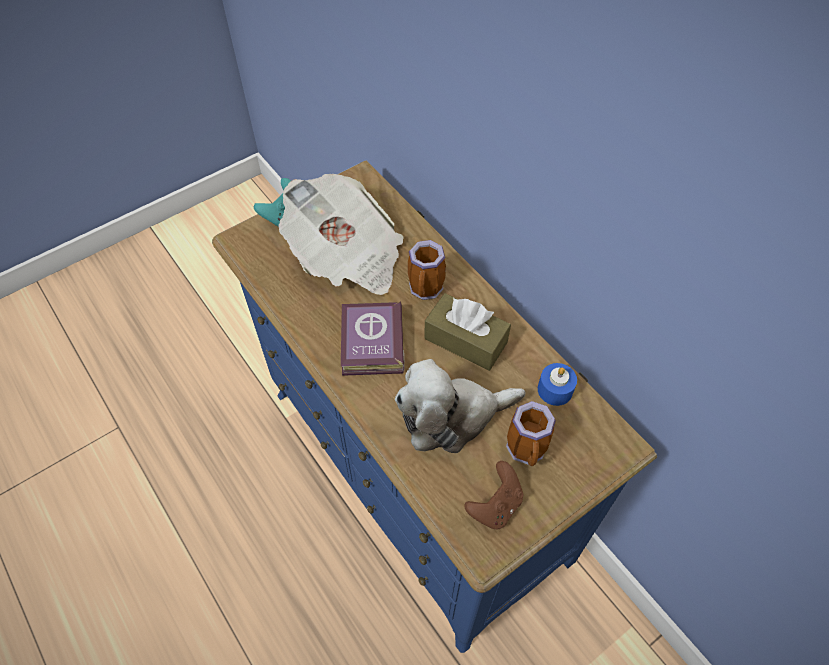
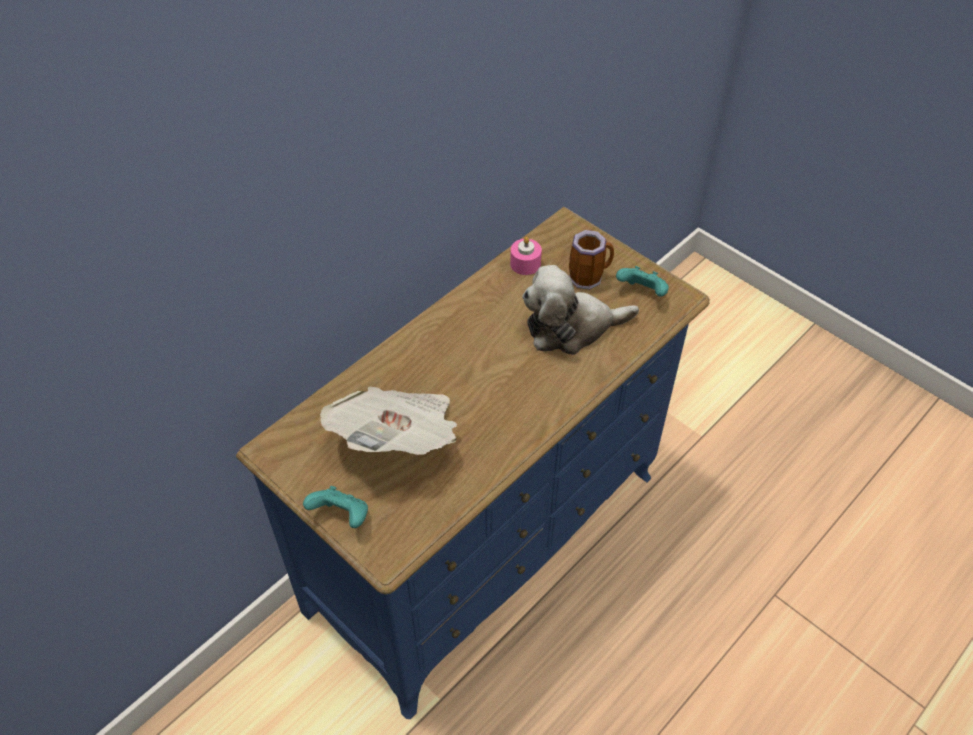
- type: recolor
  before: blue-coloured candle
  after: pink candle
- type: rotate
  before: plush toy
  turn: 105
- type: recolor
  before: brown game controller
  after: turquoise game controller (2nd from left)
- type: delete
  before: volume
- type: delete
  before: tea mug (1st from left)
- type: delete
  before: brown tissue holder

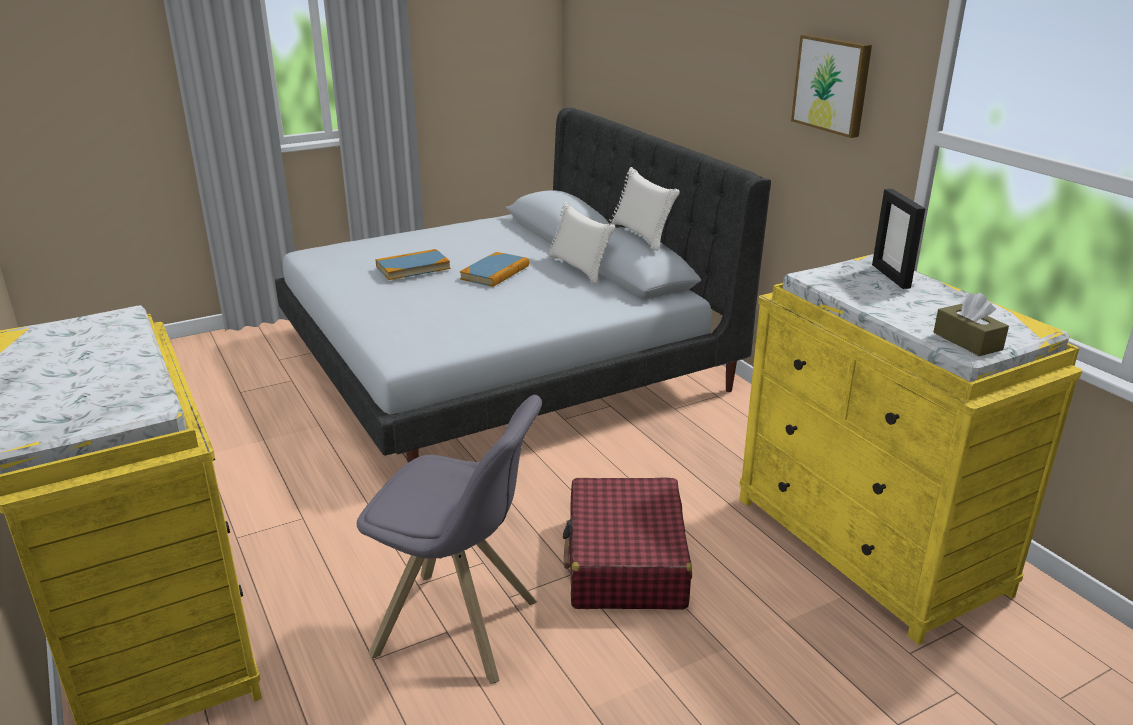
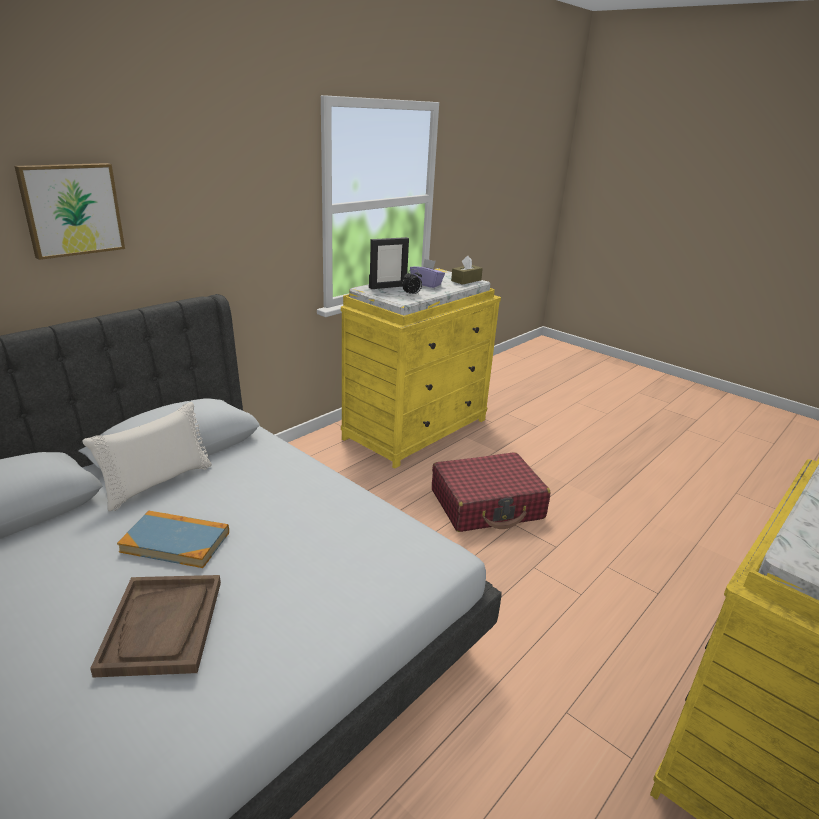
- type: move
  before: picture
- type: replace
  before: volume (1st from left)
  after: brown tray
- type: insert
  after: bedside clock
- type: insert
  after: purple tissue holder
- type: delete
  before: greyish plain chair
- type: delete
  before: white pillow (2nd from left)

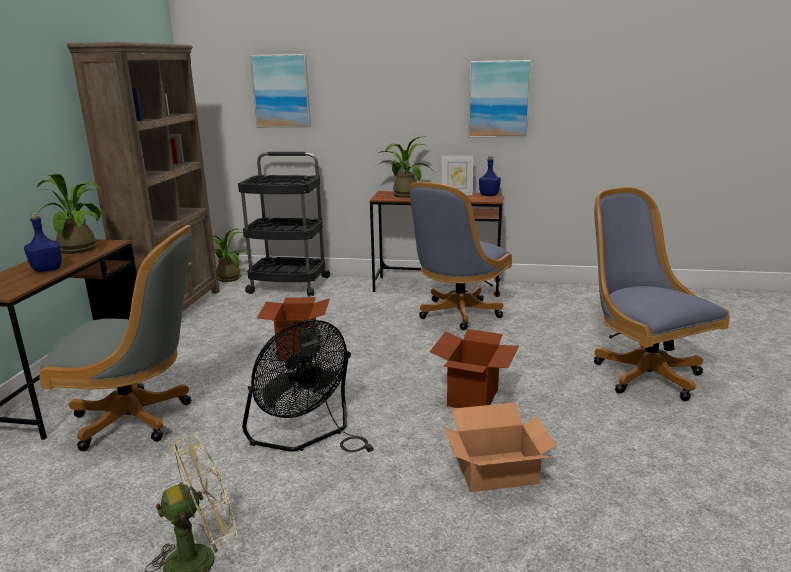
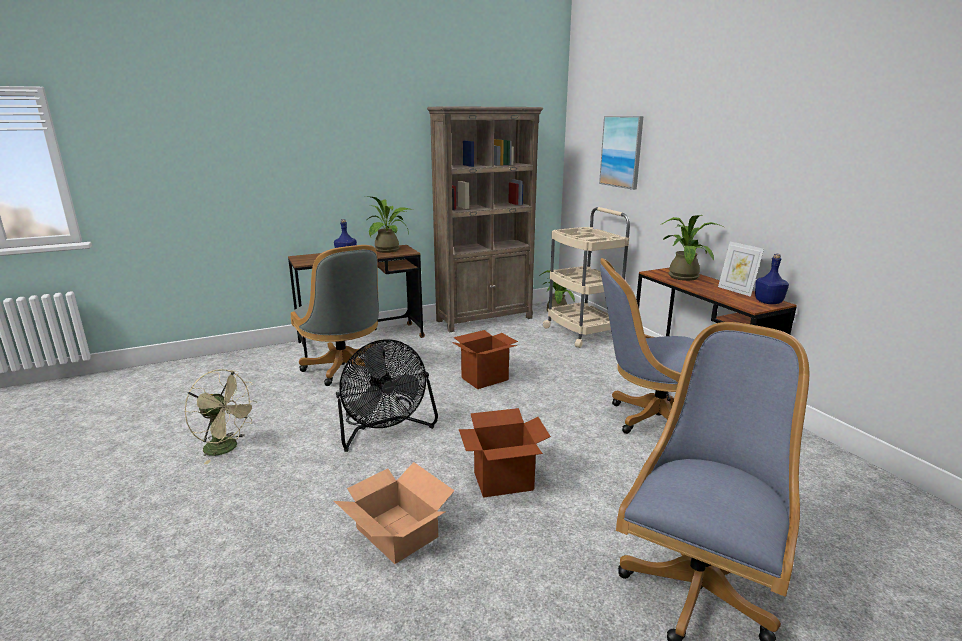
- type: rotate
  before: black electric fan
  turn: 135
- type: recolor
  before: black wheeled cart
  after: sand-coloured wheeled cart
- type: delete
  before: picture (2nd from left)

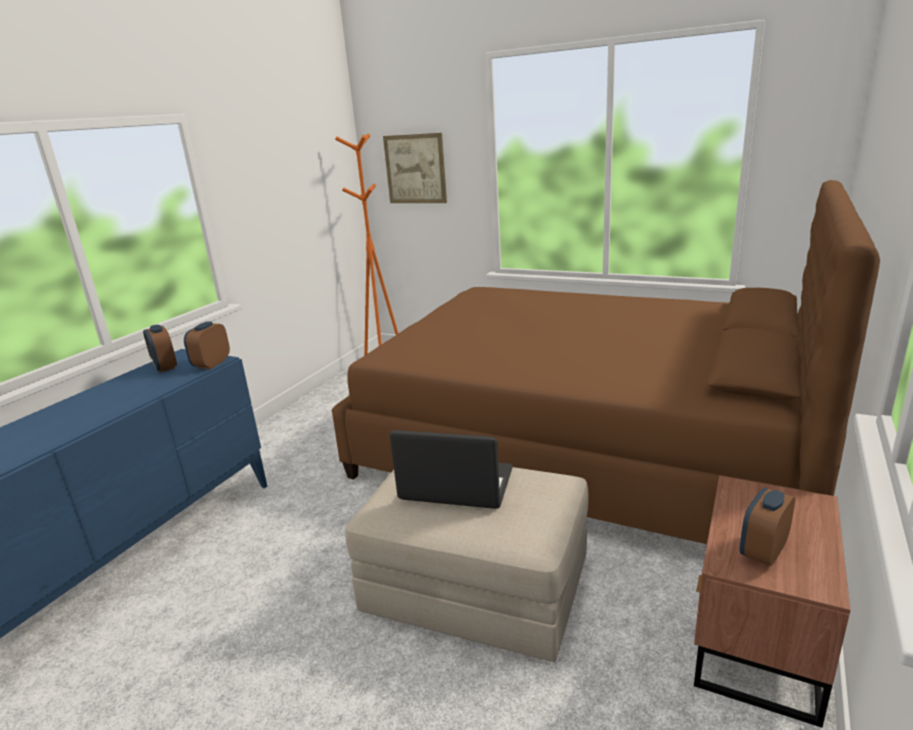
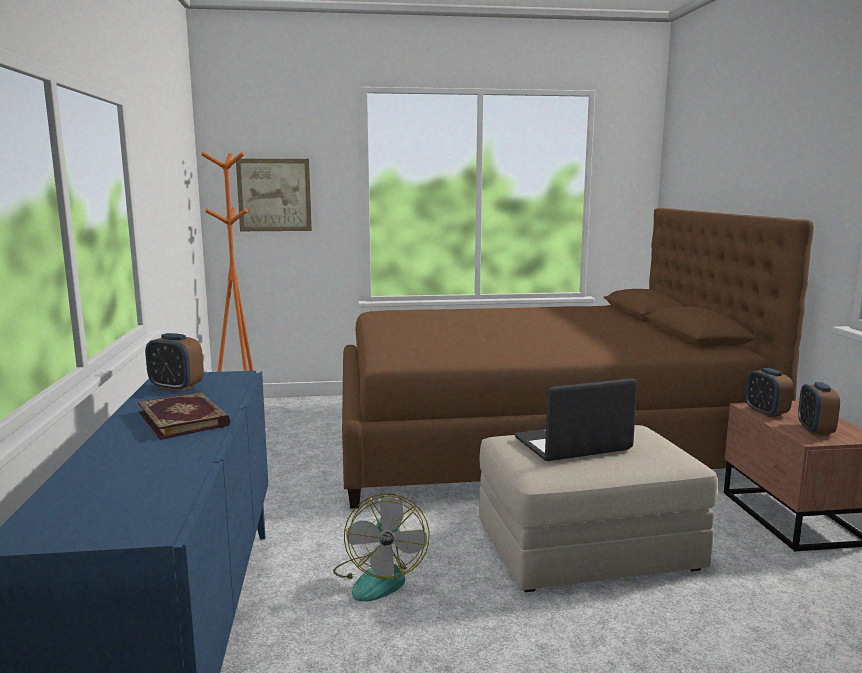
- type: insert
  after: volume
- type: insert
  after: electric fan
- type: move
  before: bedside clock (2nd from left)

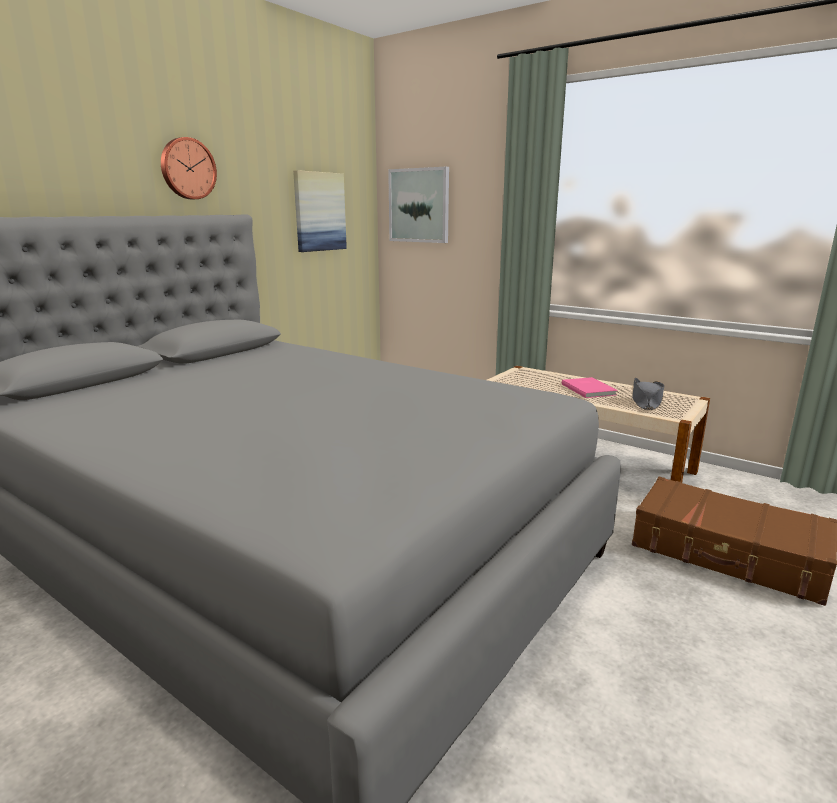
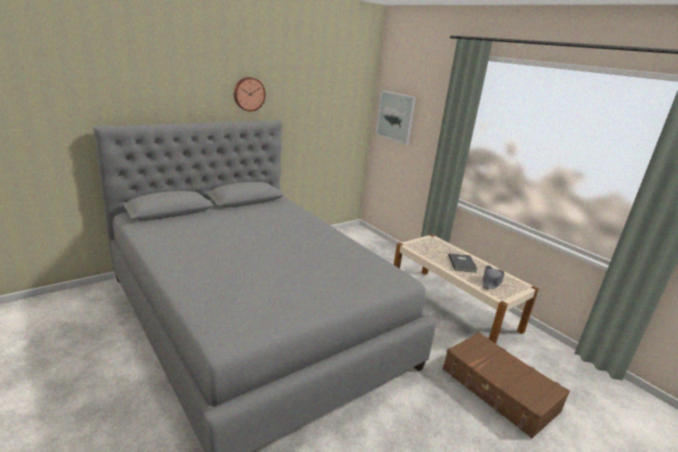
- type: recolor
  before: pink volume
  after: greyish volume
- type: delete
  before: picture (1st from left)

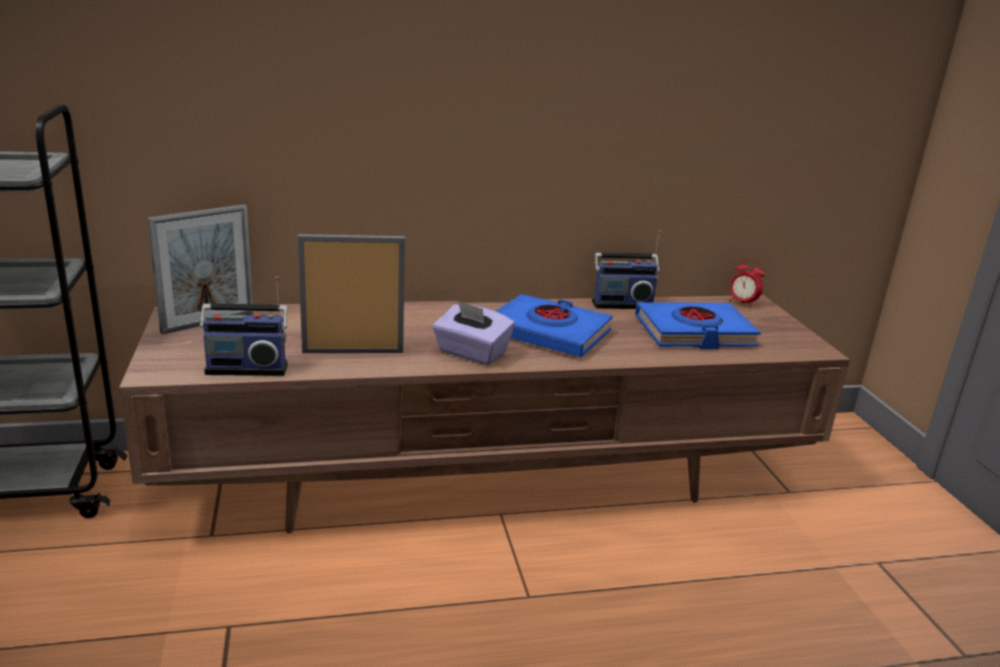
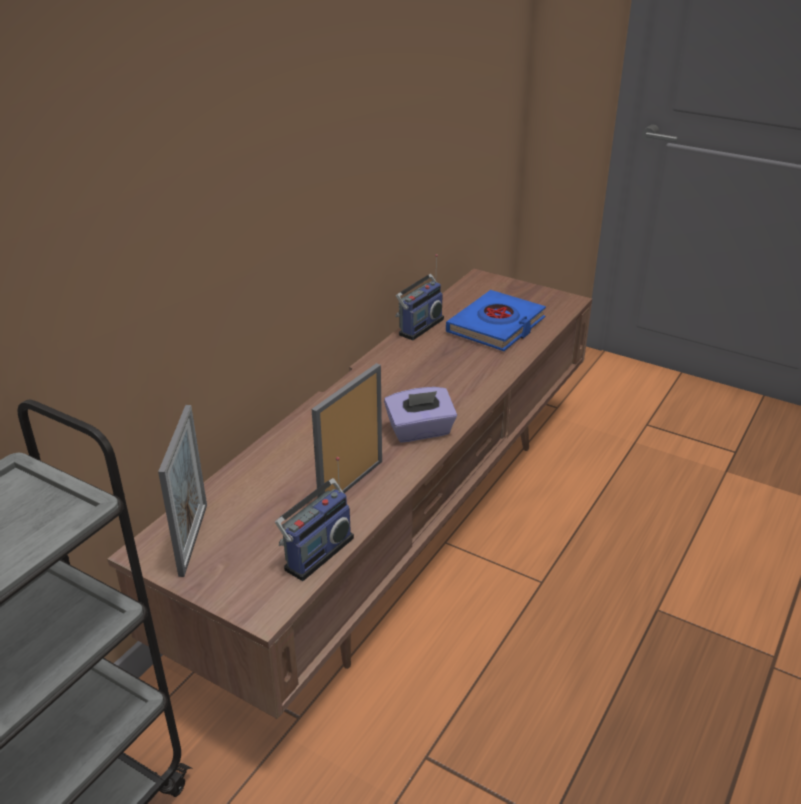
- type: delete
  before: blue-coloured volume (1st from left)
- type: delete
  before: bedside clock

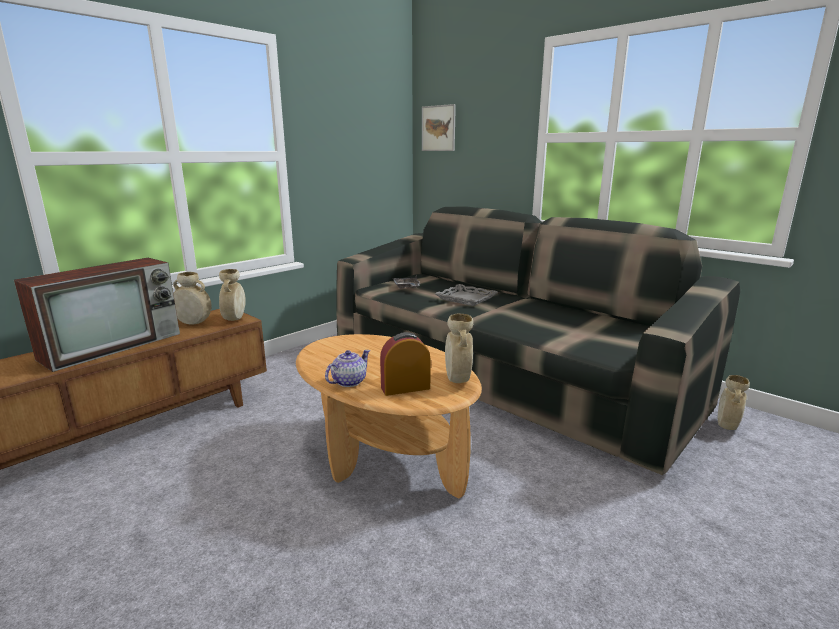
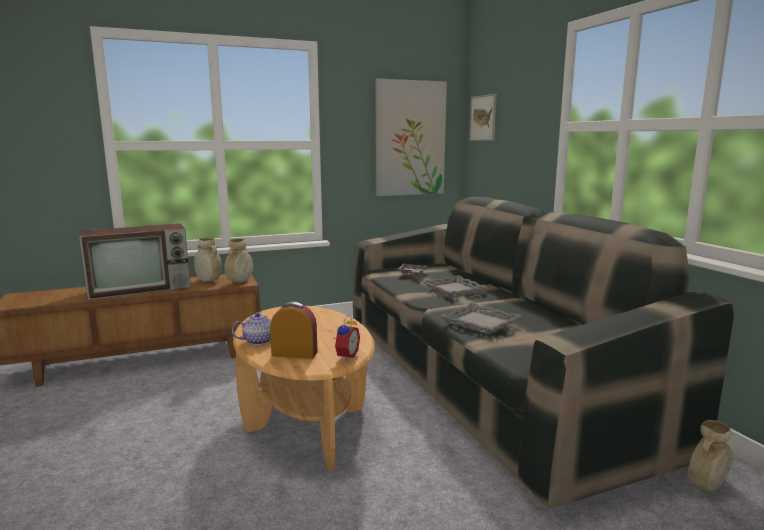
- type: replace
  before: sand-coloured vase (3rd from left)
  after: bedside clock (2nd from left)
- type: insert
  after: picture (1st from left)
- type: insert
  after: greyish tray (3rd from left)

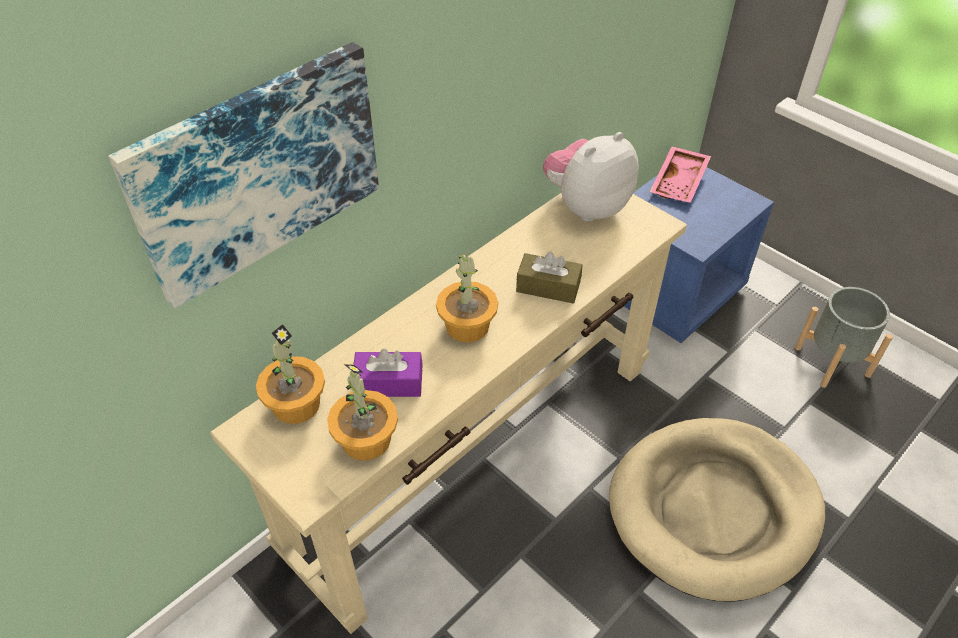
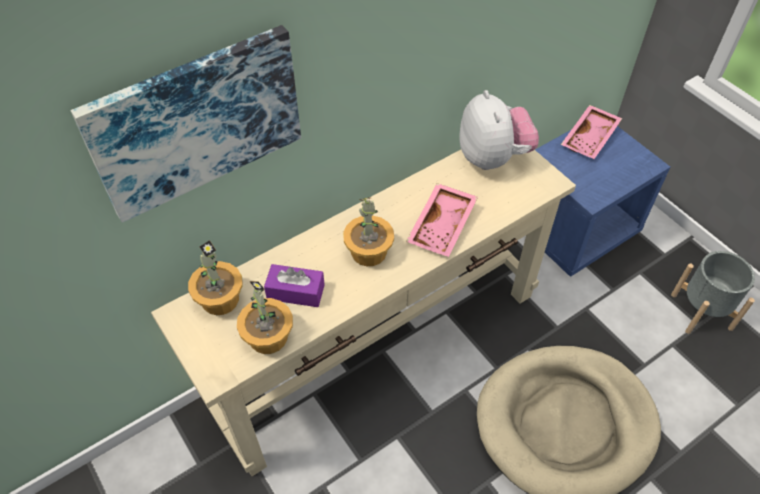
- type: replace
  before: brown tissue holder
  after: pink tray (1st from left)
- type: rotate
  before: plush toy
  turn: 105

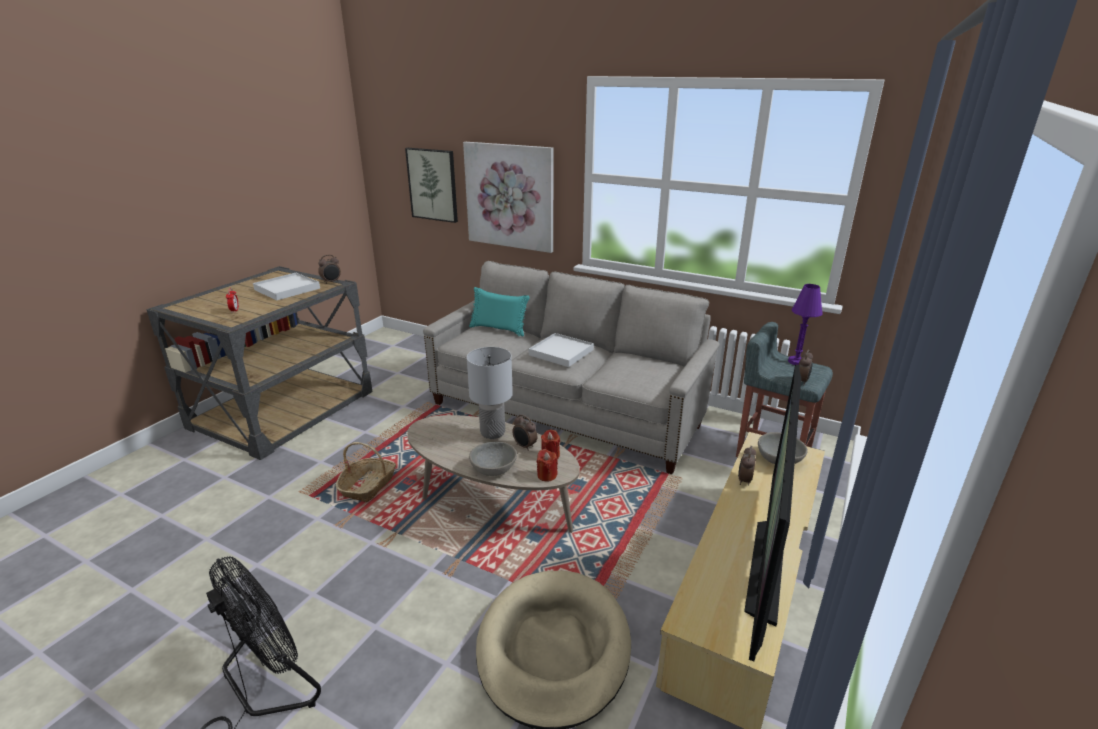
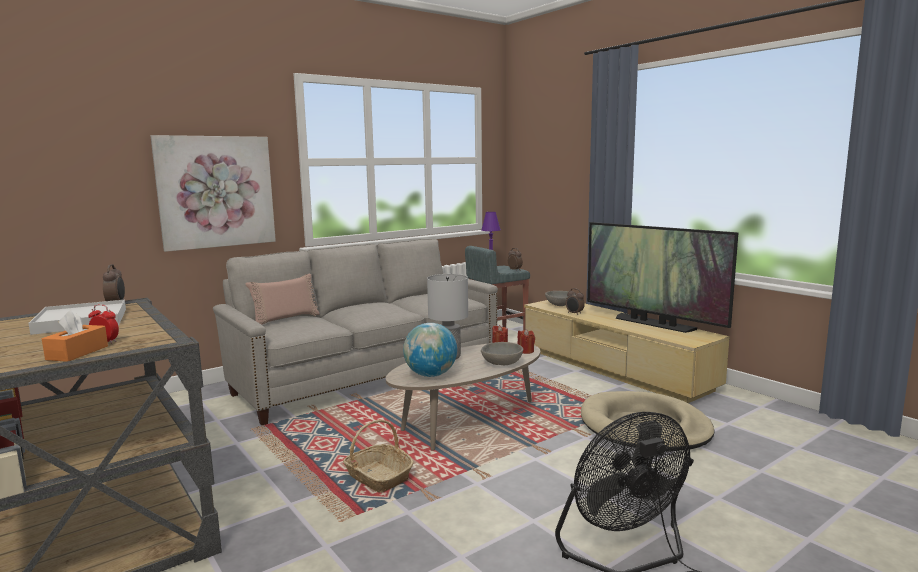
- type: insert
  after: orange-coloured tissue holder
- type: recolor
  before: turquoise pillow
  after: sand-coloured pillow
- type: insert
  after: world globe
- type: delete
  before: picture (1st from left)
- type: delete
  before: bedside clock (3rd from left)
- type: delete
  before: white tray (2nd from left)

